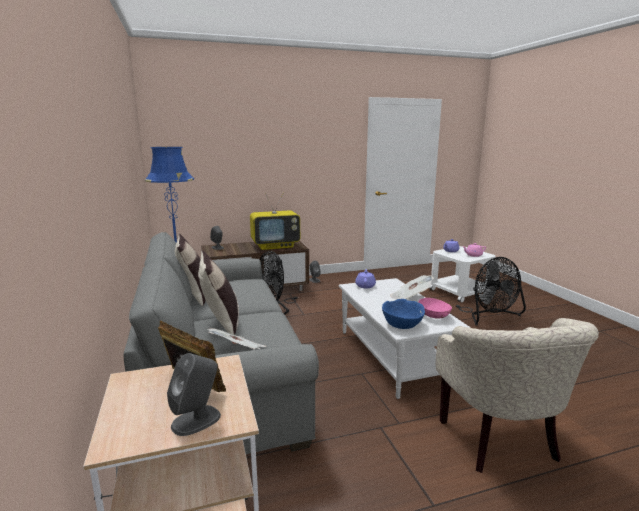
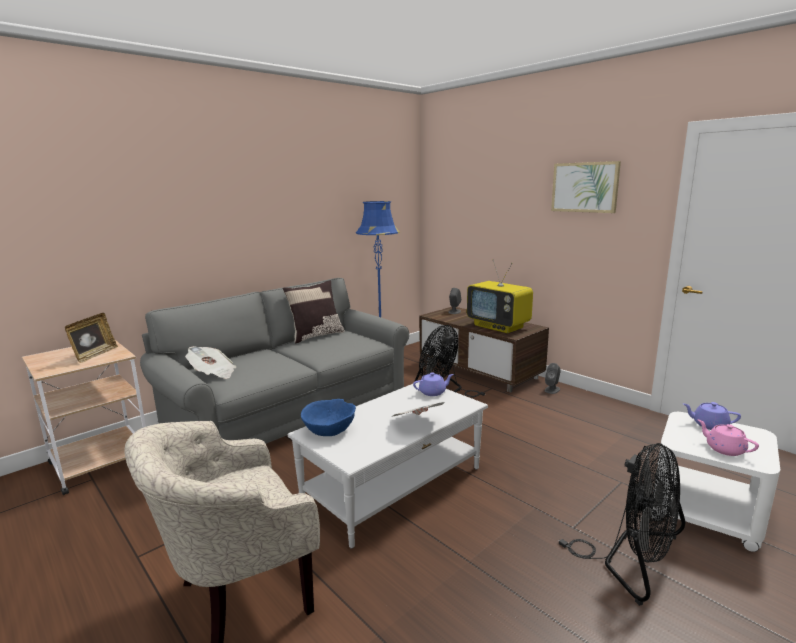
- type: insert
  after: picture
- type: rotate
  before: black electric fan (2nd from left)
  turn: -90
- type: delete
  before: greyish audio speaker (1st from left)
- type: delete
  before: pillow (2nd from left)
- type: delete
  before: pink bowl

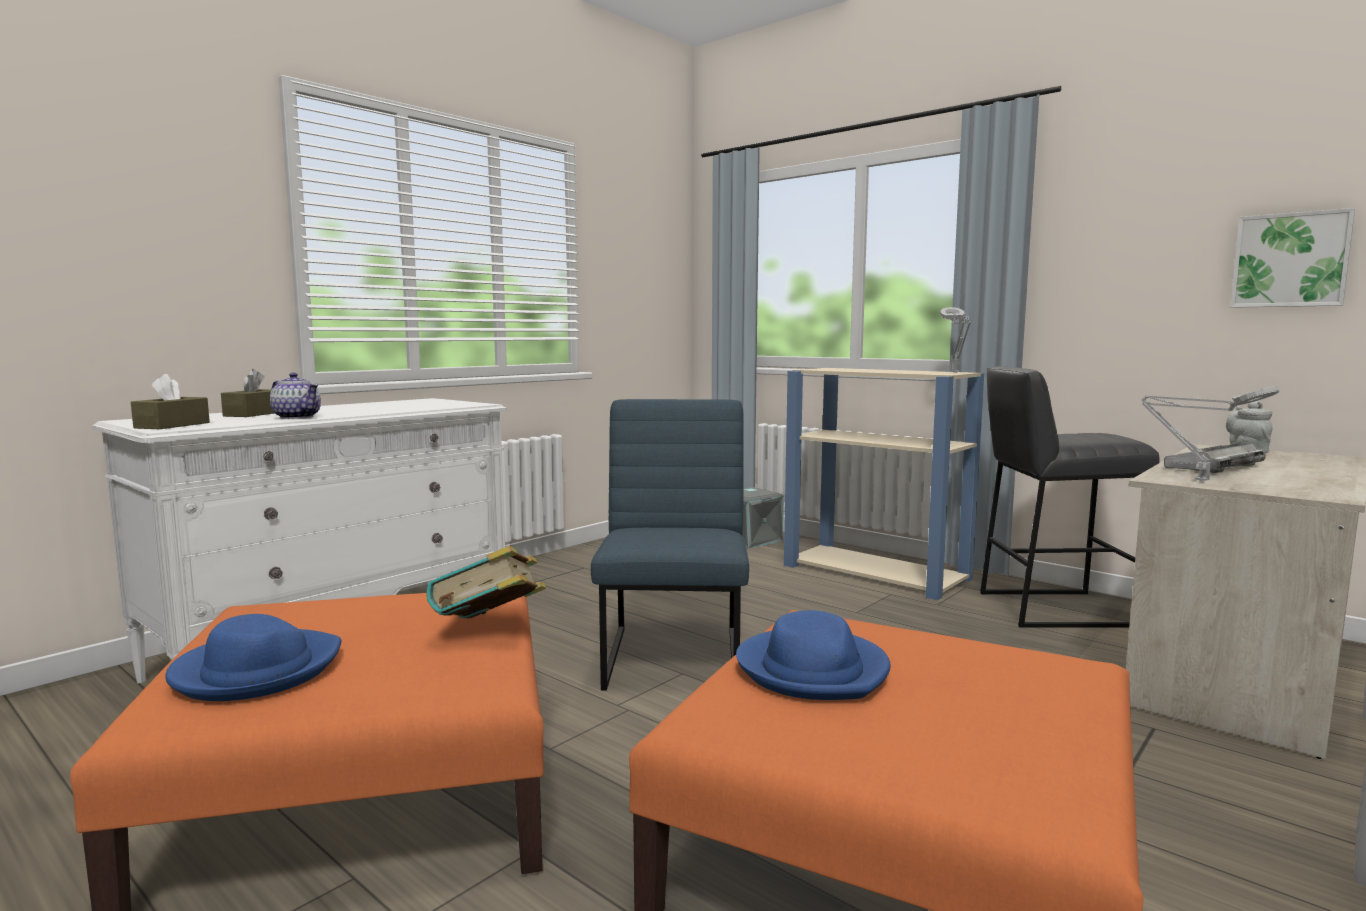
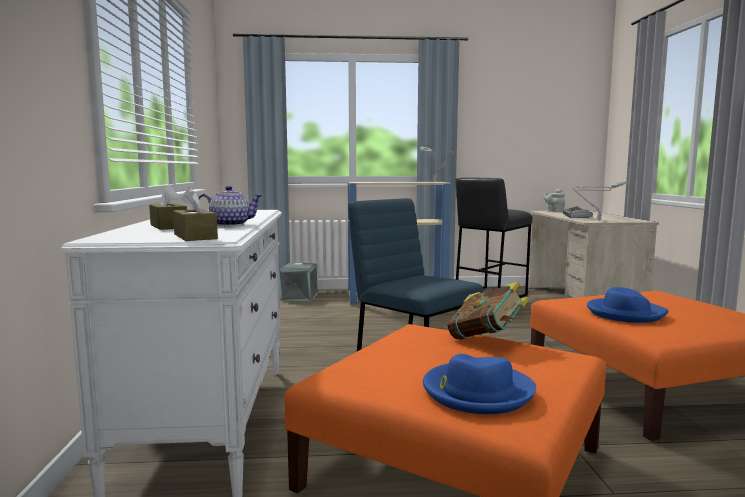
- type: delete
  before: picture

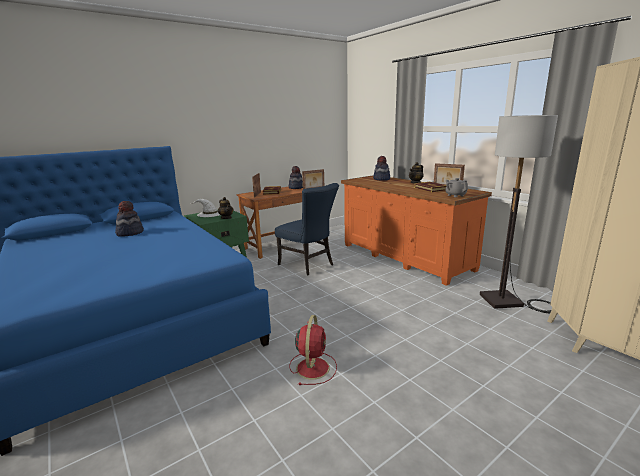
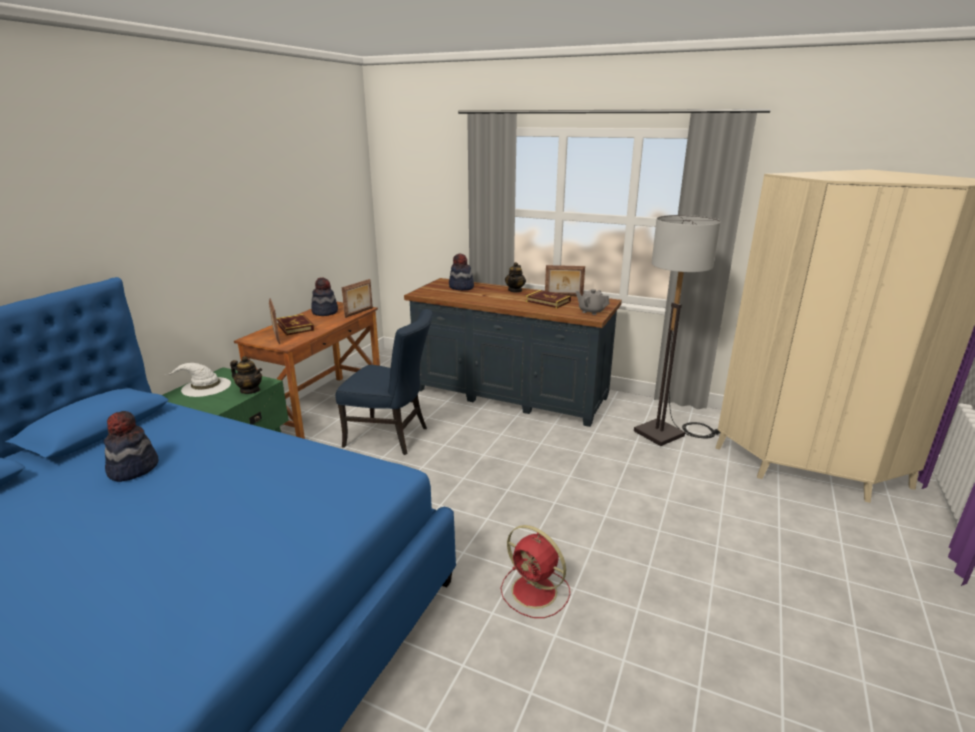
- type: recolor
  before: orange-coloured drawer chest
  after: blue-coloured drawer chest
- type: rotate
  before: red electric fan
  turn: 150

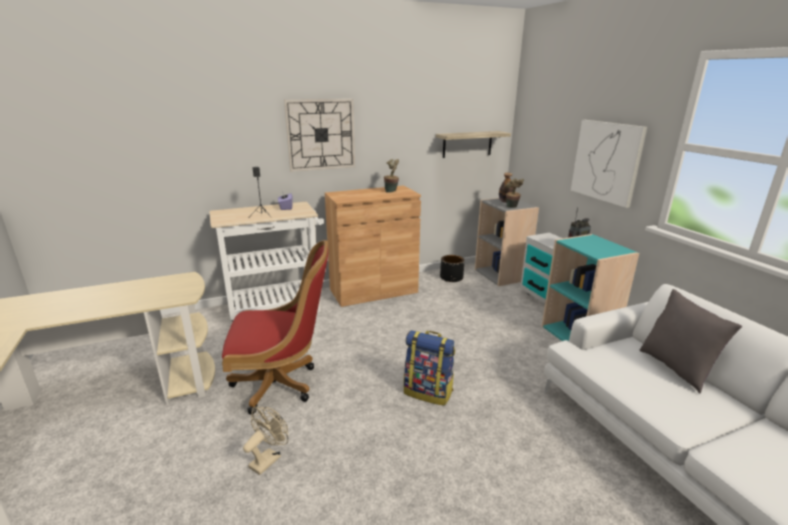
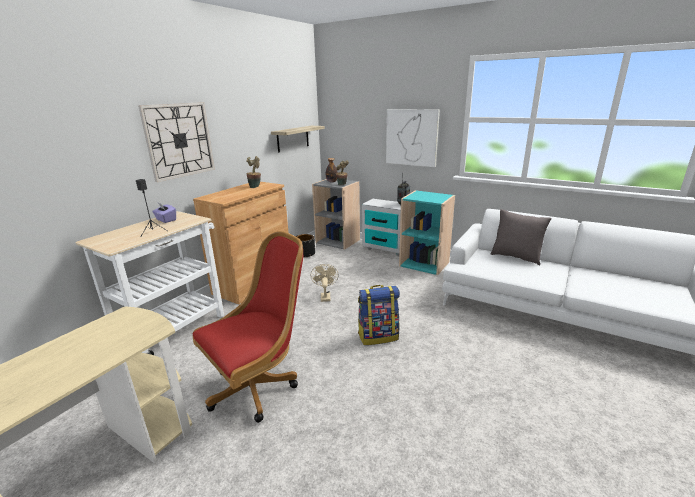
- type: move
  before: sand-coloured electric fan

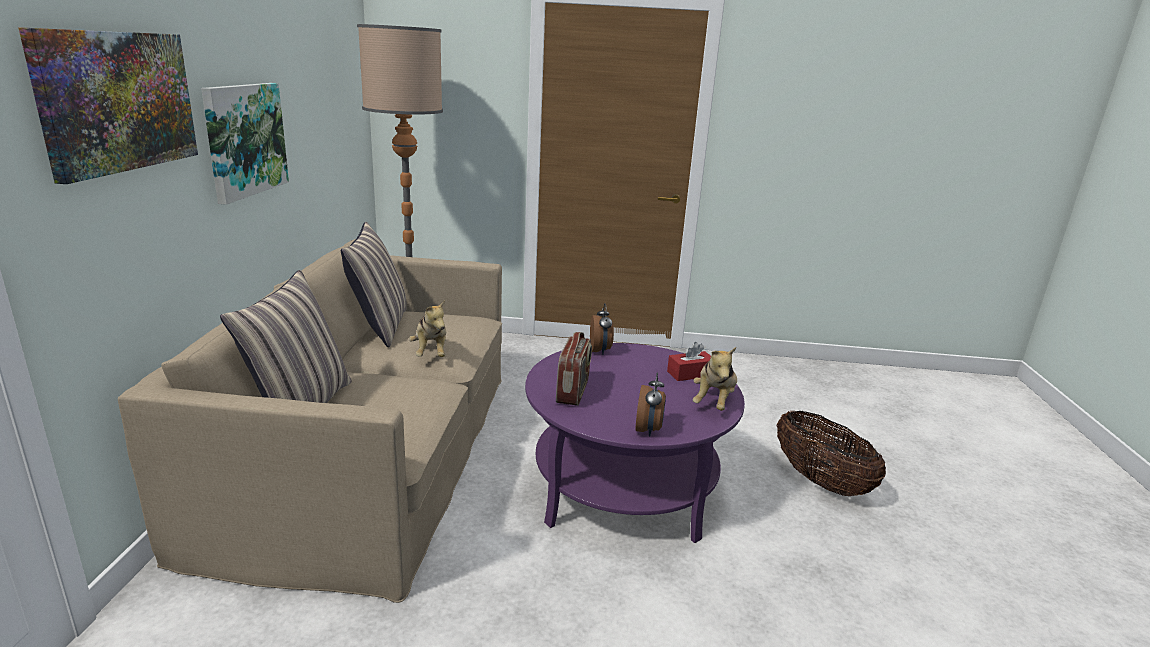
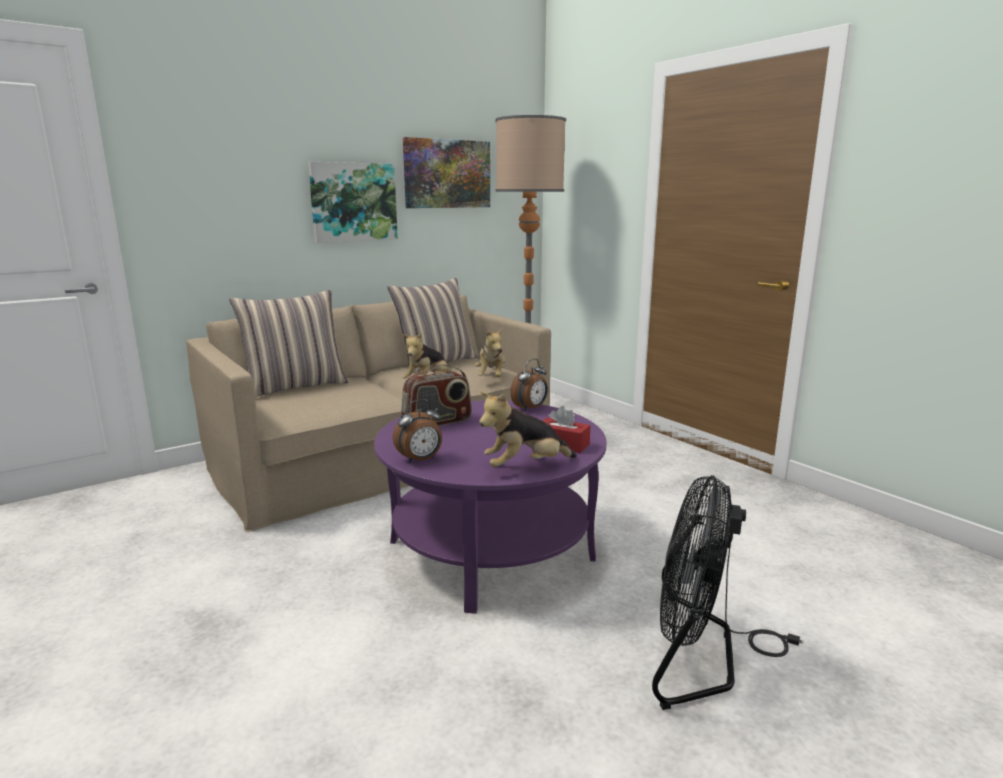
- type: move
  before: picture (1st from left in the first image)
  after: picture (2nd from left)
- type: insert
  after: plush toy (2nd from left)
- type: replace
  before: storage basket
  after: black electric fan

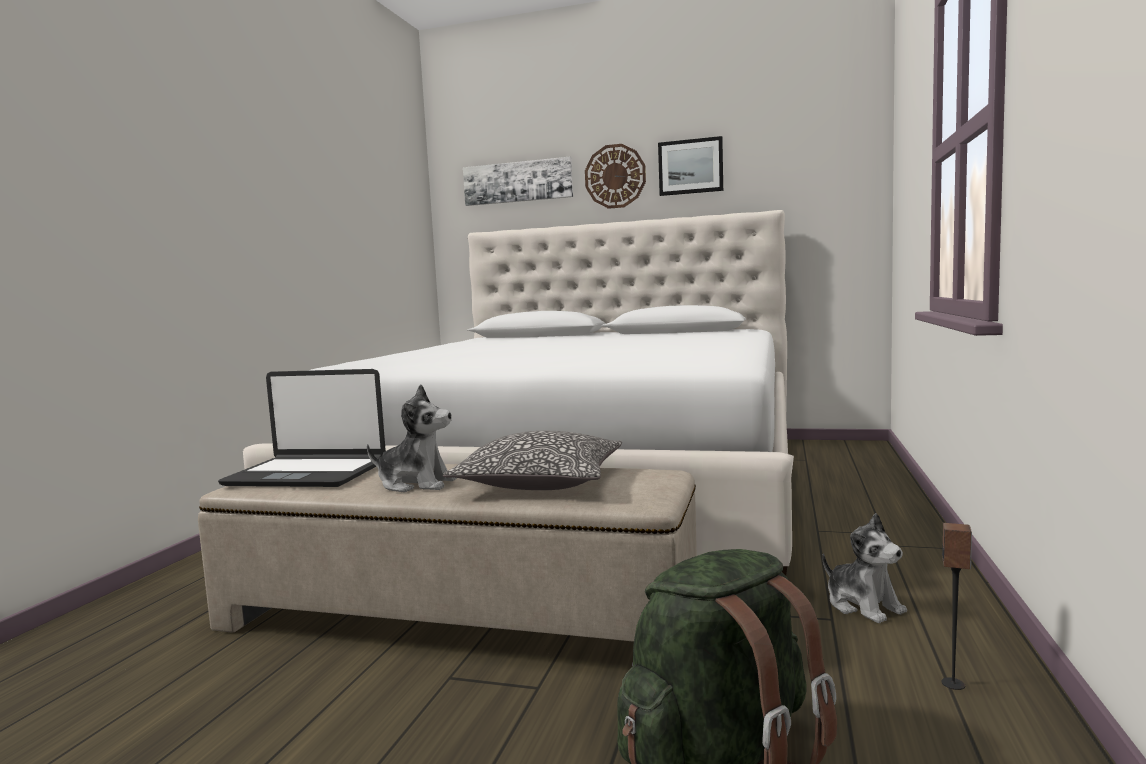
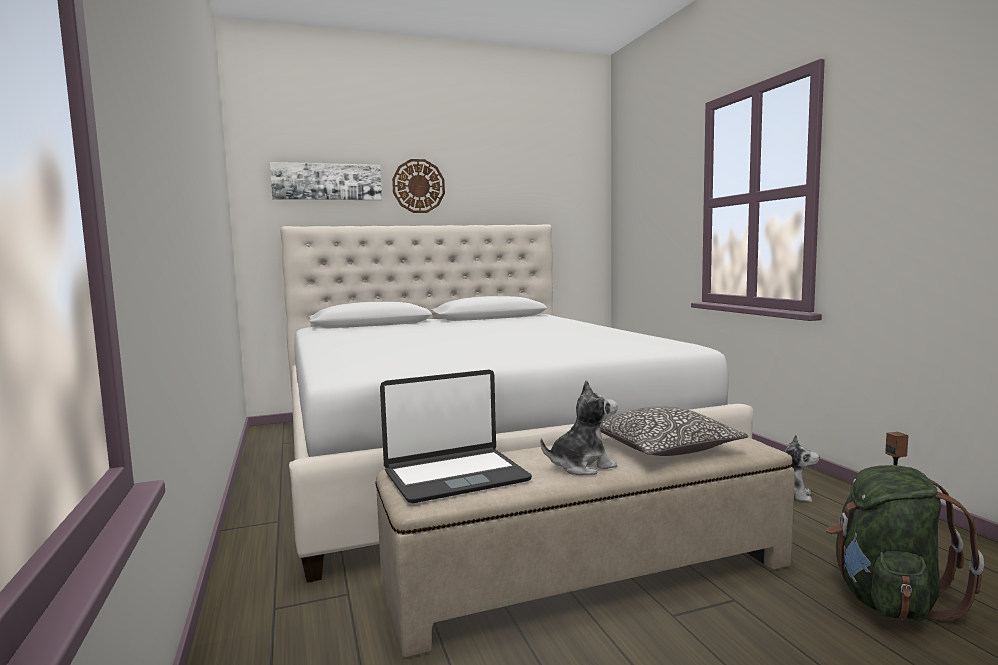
- type: delete
  before: picture (2nd from left)

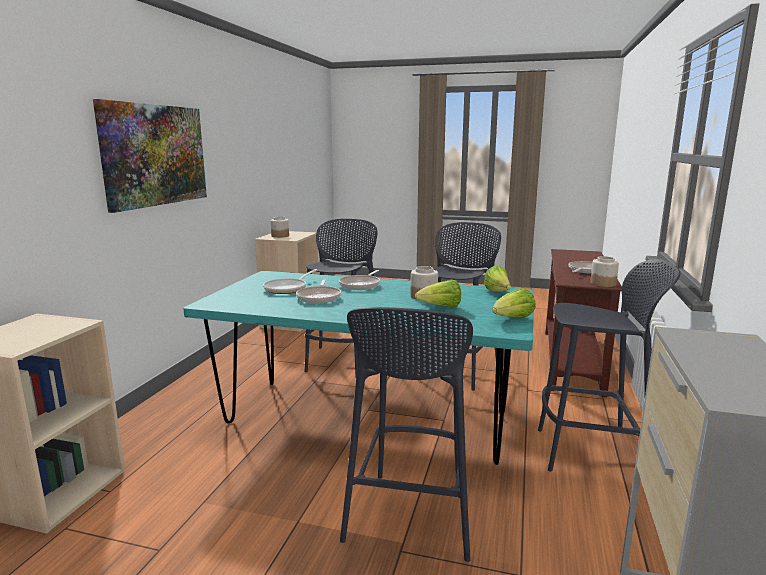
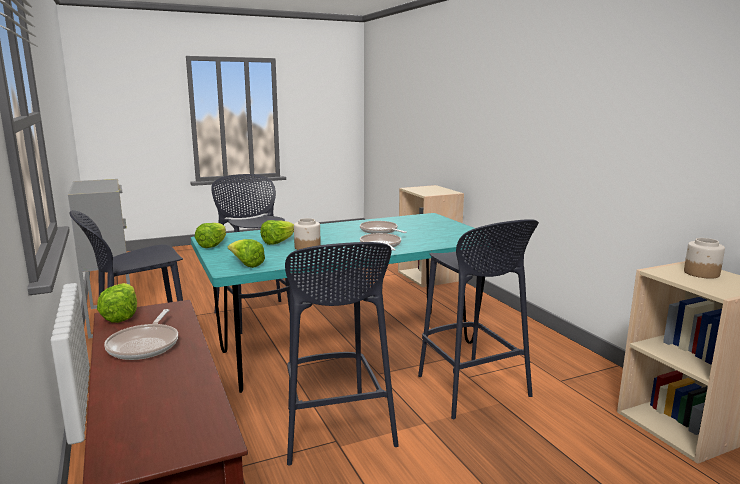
- type: replace
  before: preserve jar (3rd from left)
  after: lettuce head (1st from left)
- type: delete
  before: picture
- type: delete
  before: pan (1st from left)

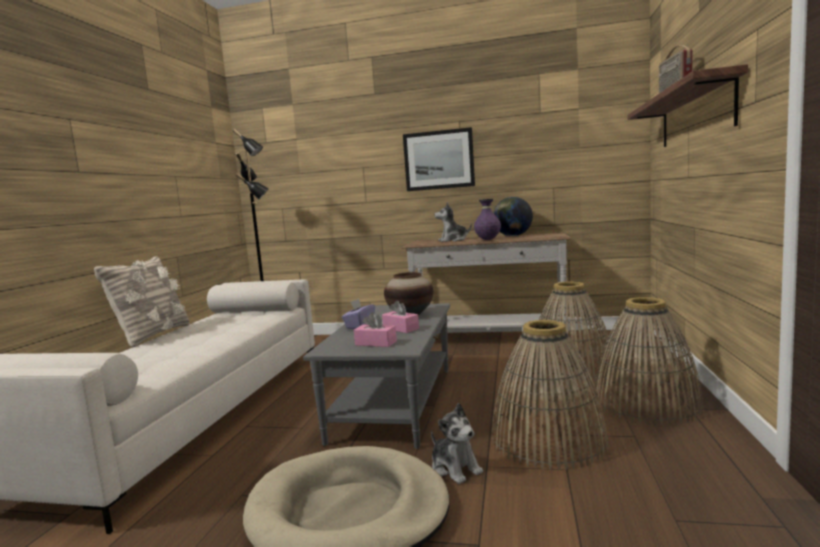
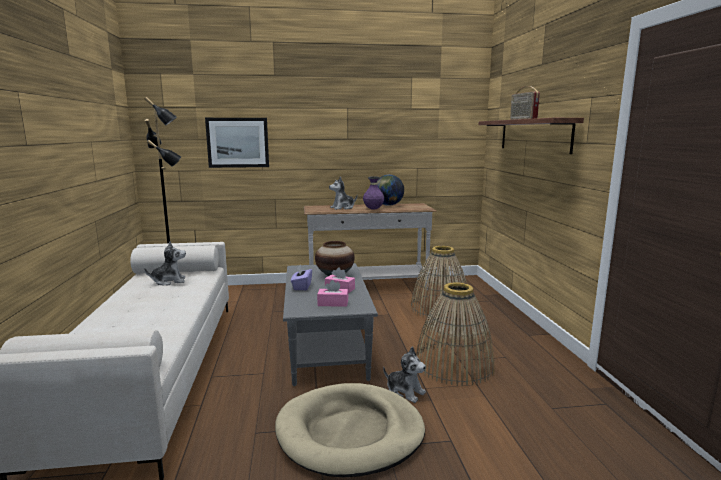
- type: insert
  after: plush toy (1st from left)
- type: move
  before: picture
- type: delete
  before: sand-coloured pillow
- type: delete
  before: storage basket (3rd from left)

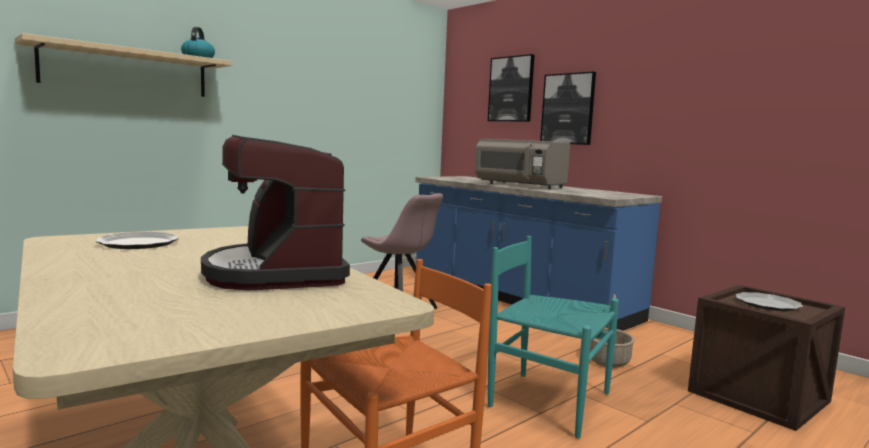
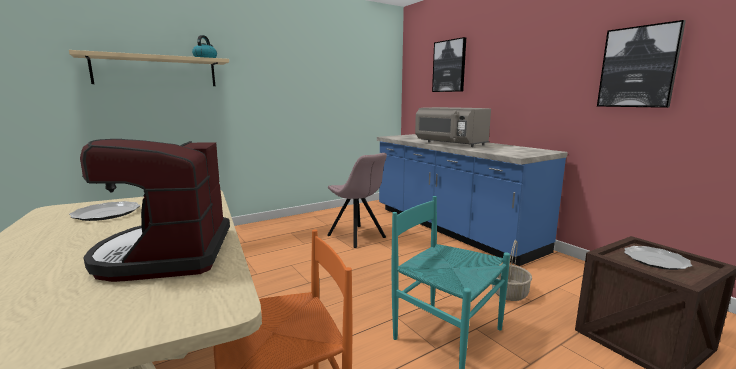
- type: move
  before: picture (2nd from left)

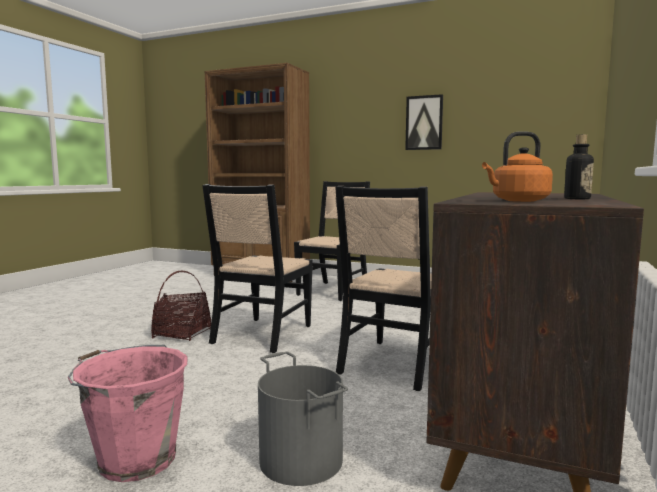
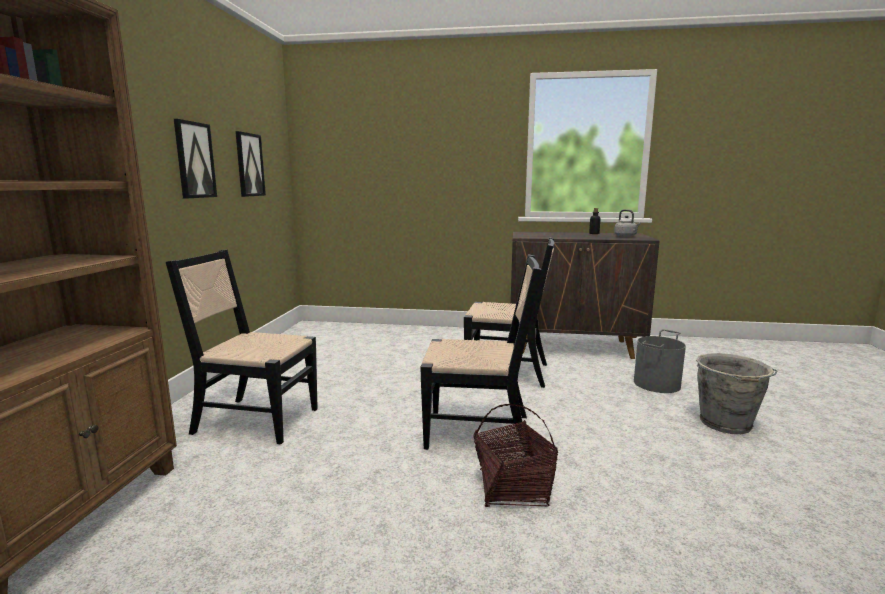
- type: insert
  after: picture (2nd from left)
- type: recolor
  before: orange-coloured kettle
  after: greyish kettle
- type: recolor
  before: pink bucket
  after: greyish bucket (2nd from left)

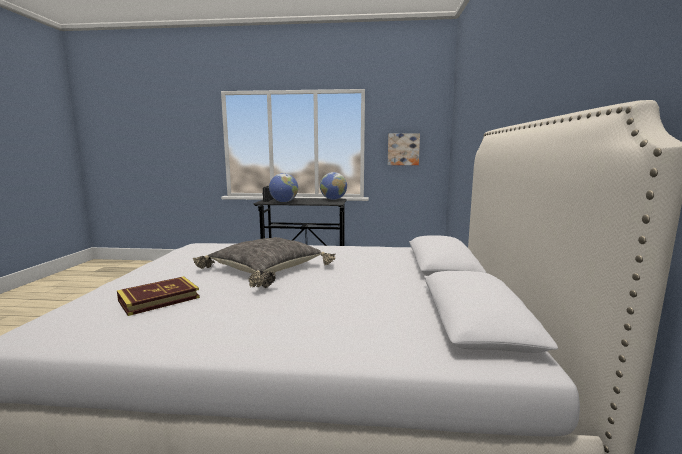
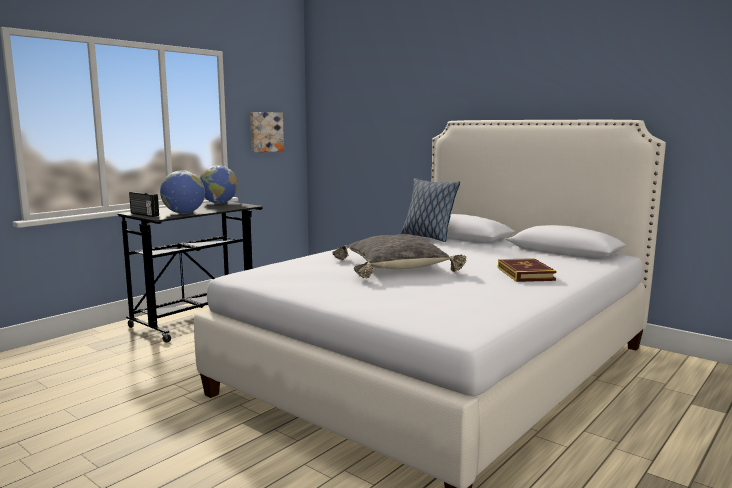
- type: insert
  after: pillow (2nd from left)
- type: move
  before: volume

